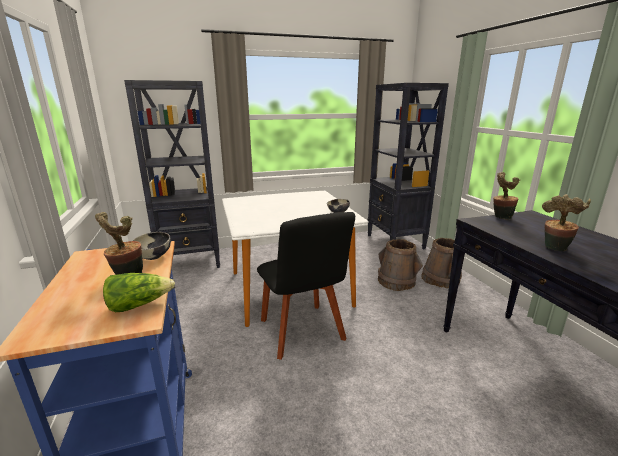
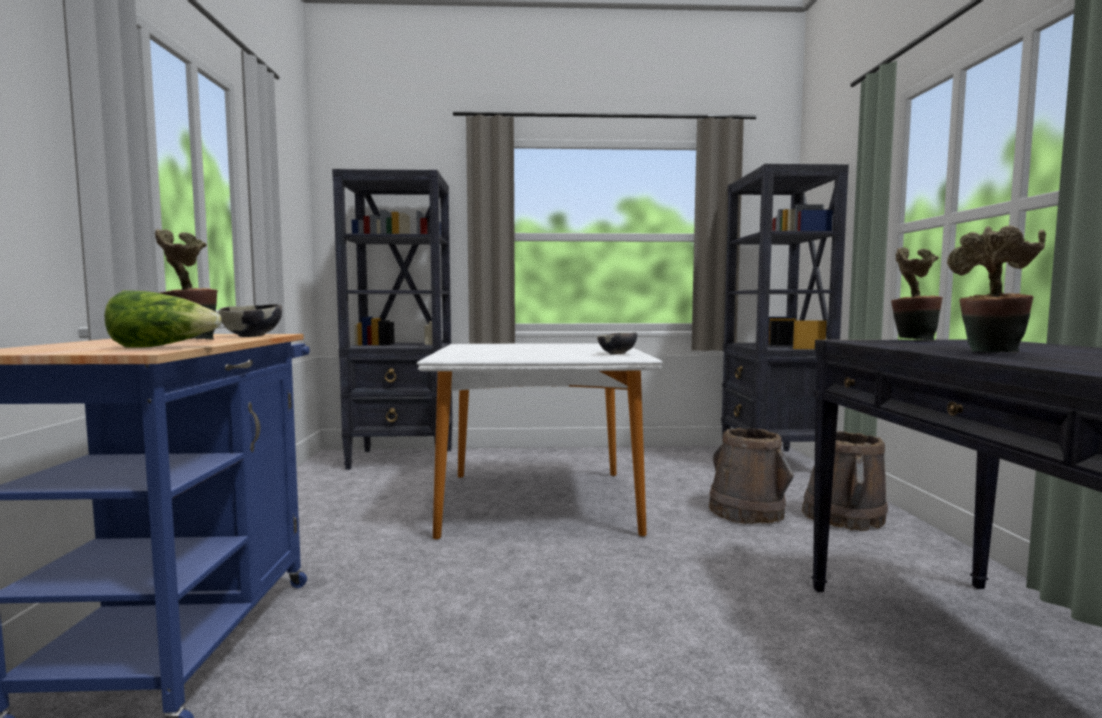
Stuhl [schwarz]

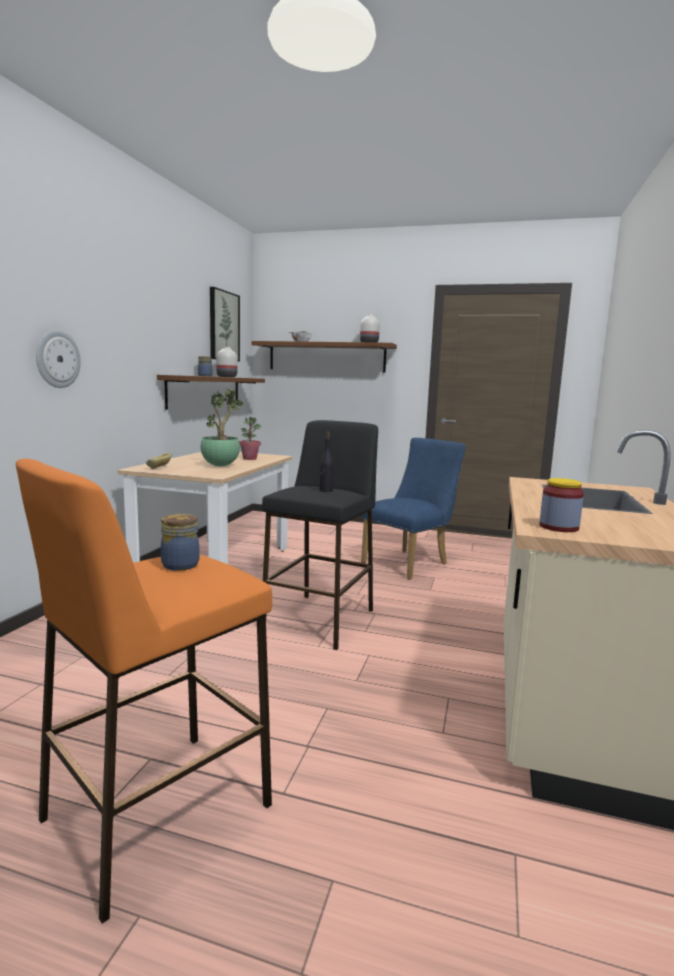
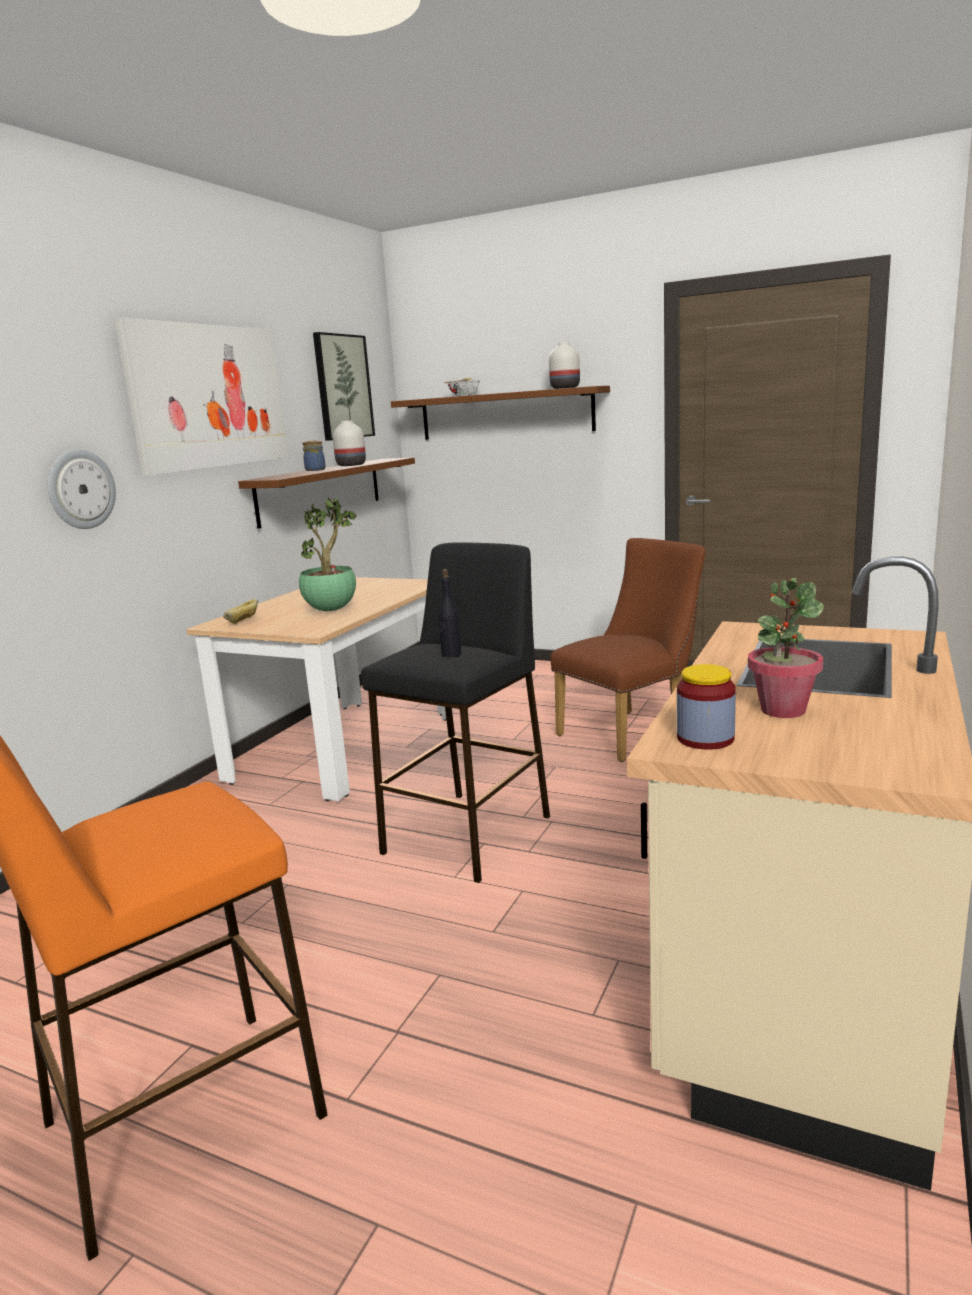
Vorratsglas (no. 1 from left in the first image); Topfpflanze (no. 2 from left); Stuhl [braun]; Bild (no. 1 from left)

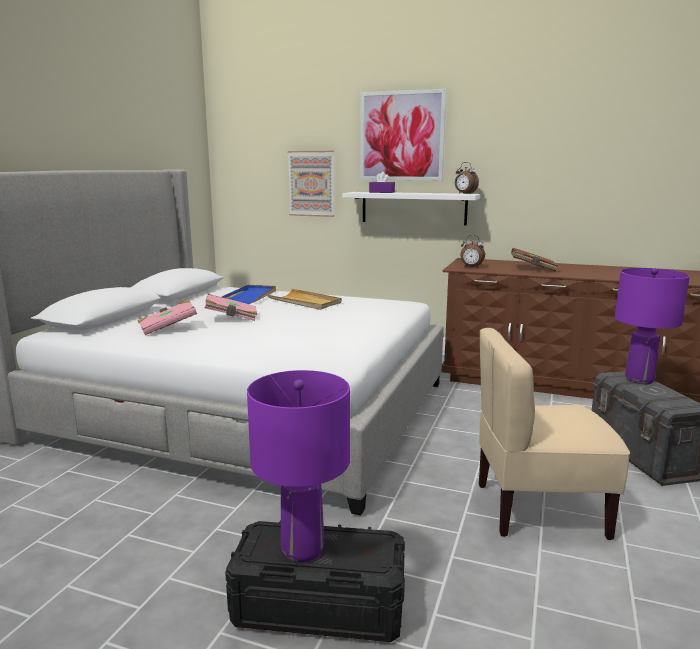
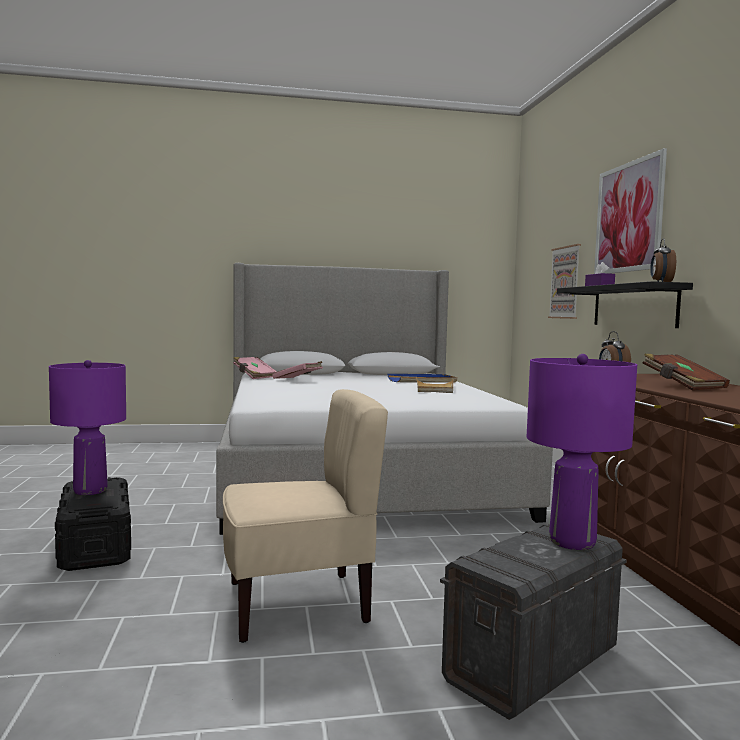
Buch [rosa] (no. 1 from left); Wandregal [schwarz]; Stuhl [beige]

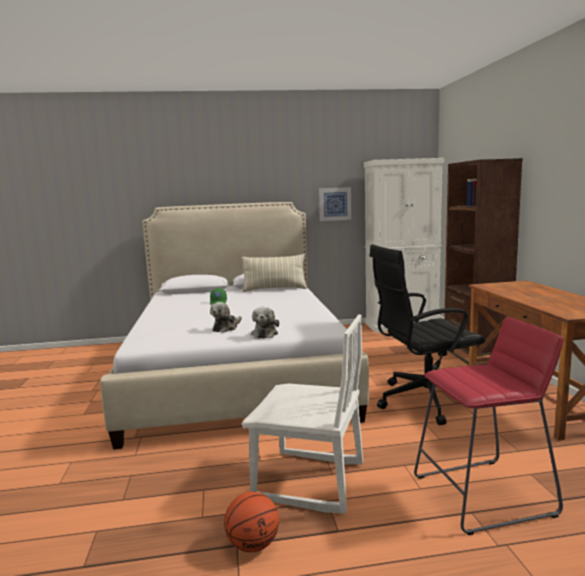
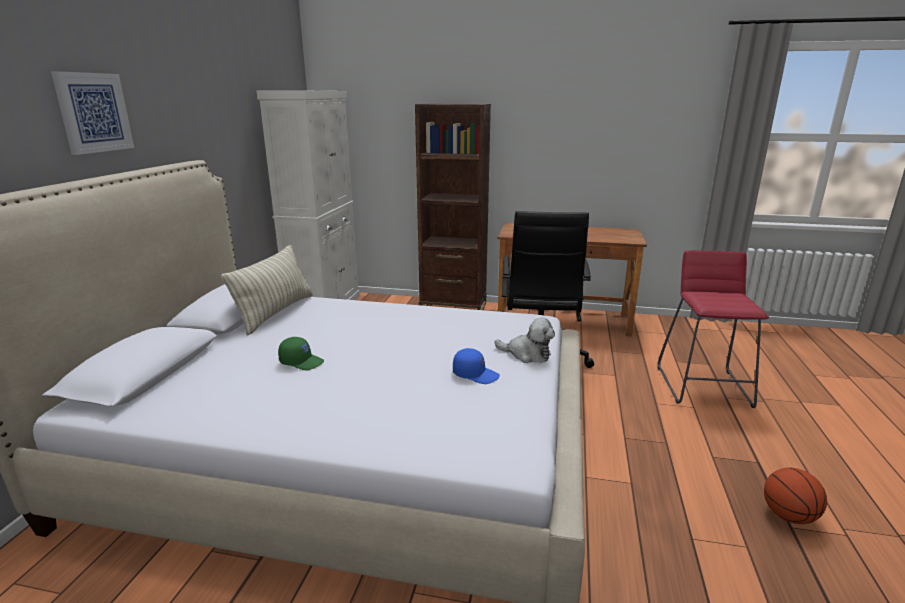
Kappe [blau]; Stuhl [weiß]; Bild

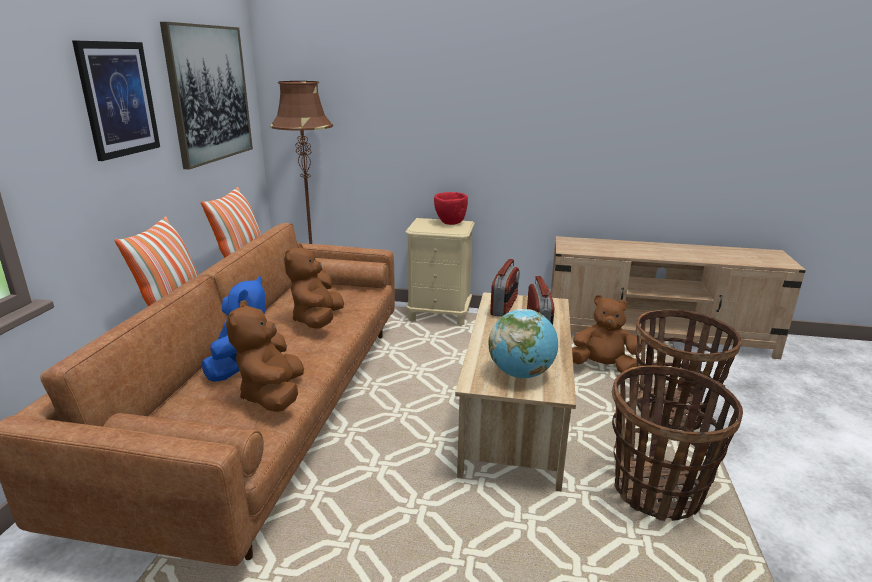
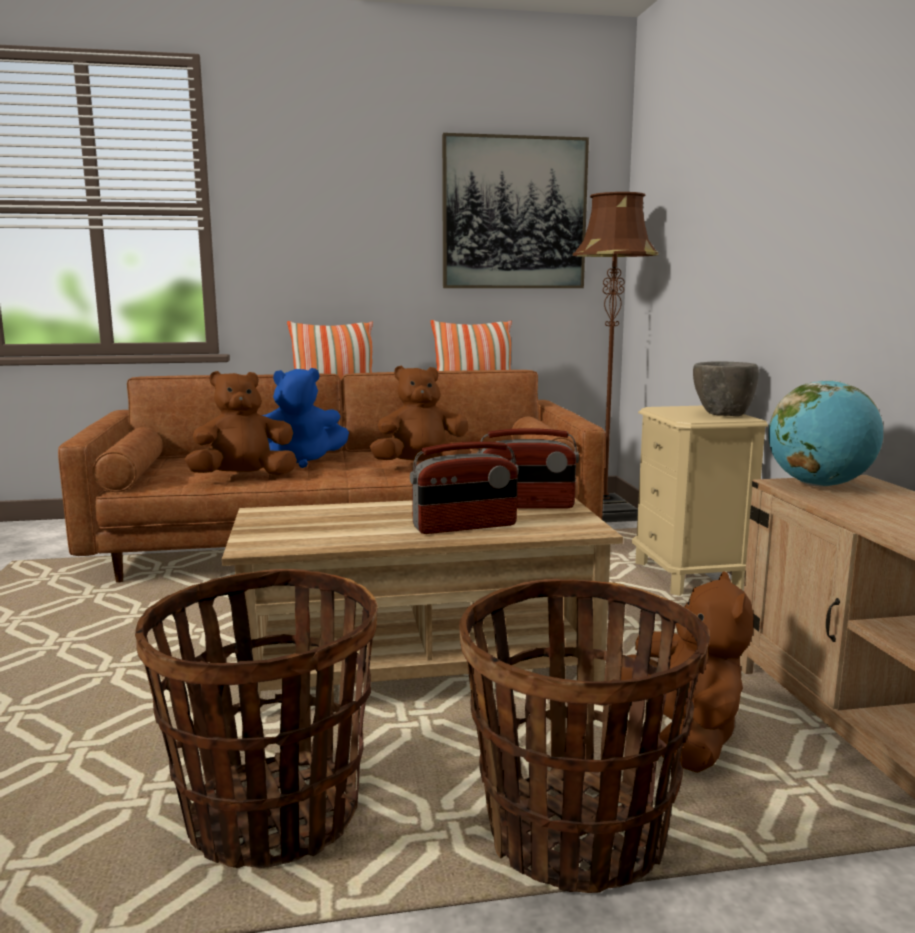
Bild (no. 1 from left in the first image); Schüssel [grau]; Globus

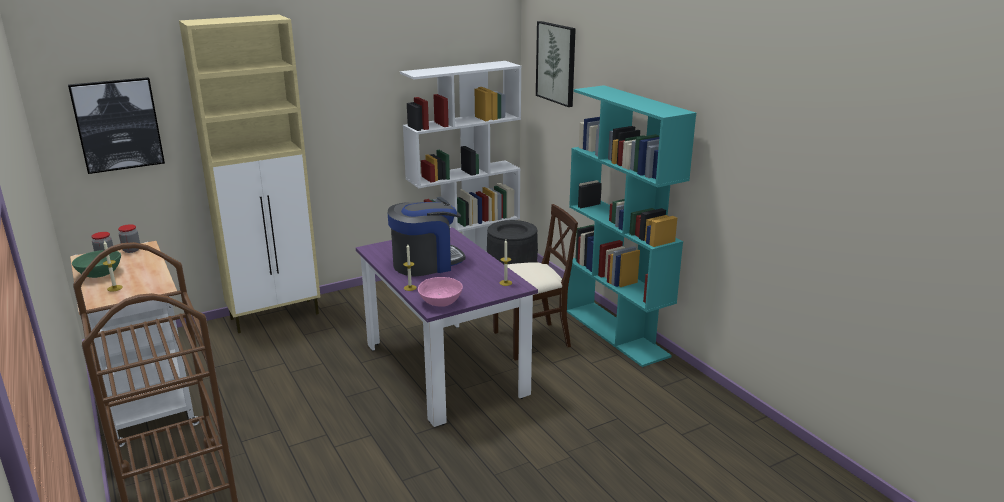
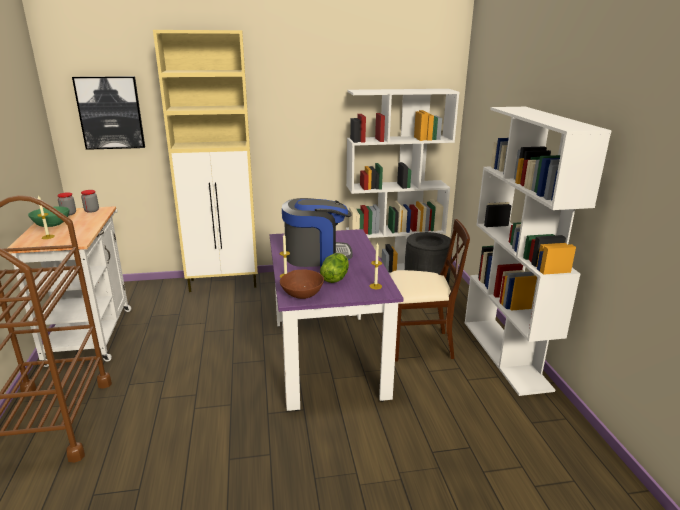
Schüssel [braun]; Bild (no. 2 from left in the first image); Bücherregal [weiß] (no. 2 from left); Salatkopf

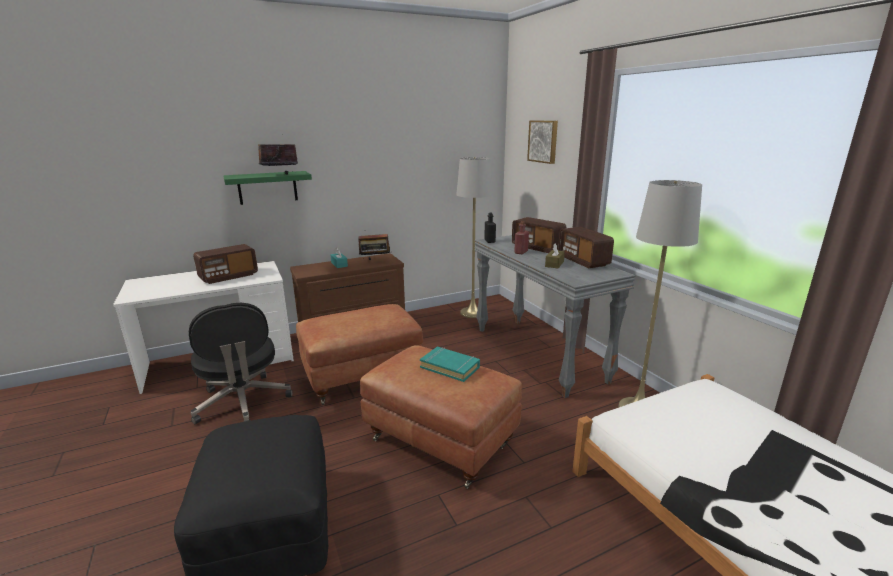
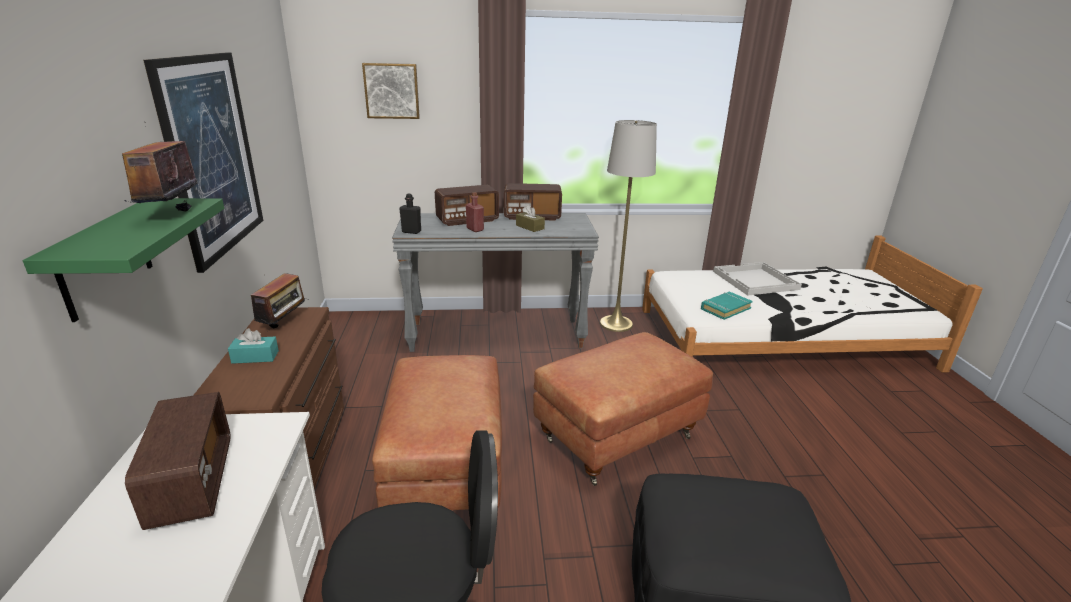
Buch [türkis]; Stehlampe [grau] (no. 1 from left in the first image); Bild (no. 1 from left); Tablett [weiß]

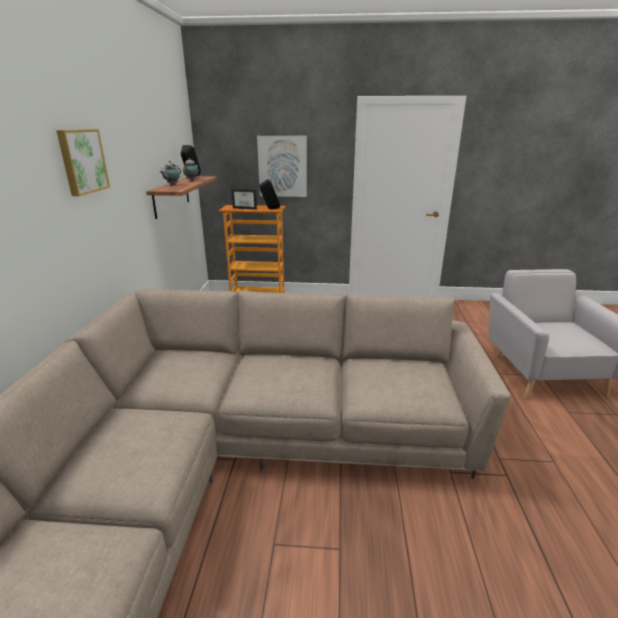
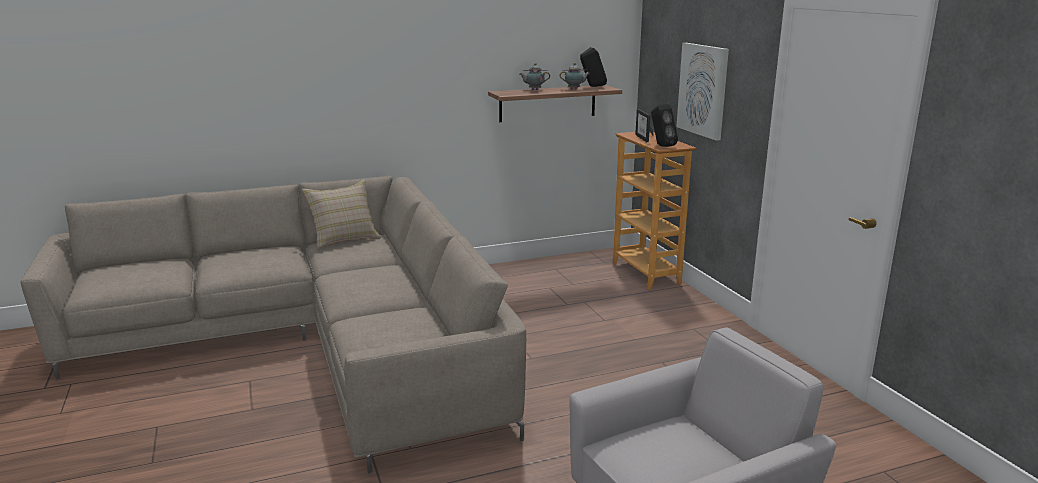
Bild (no. 1 from left in the first image); Kissen [beige]

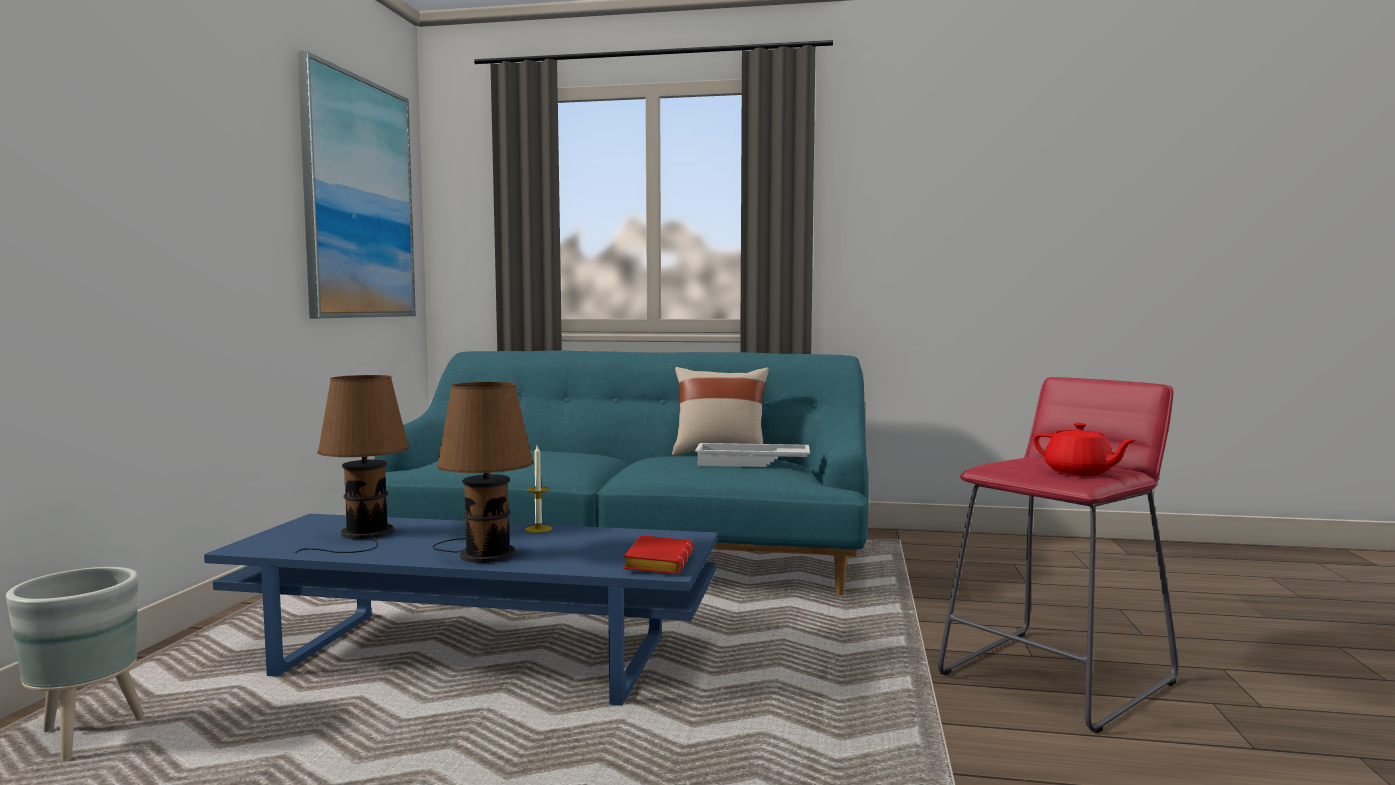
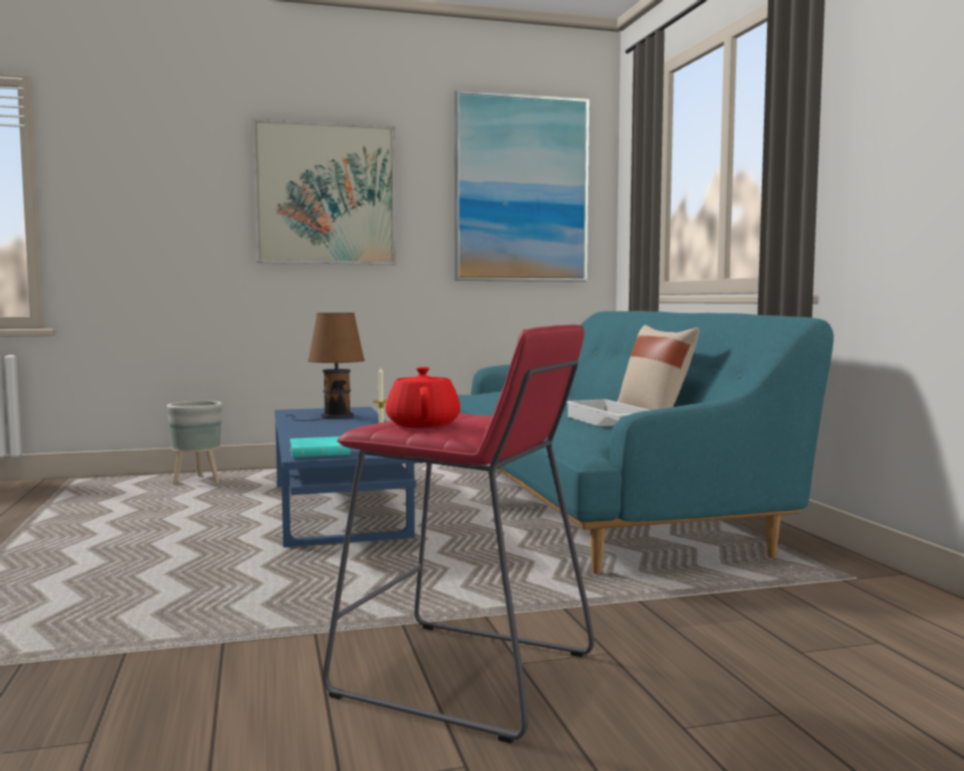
Tischlampe [braun] (no. 2 from left in the first image); Buch [türkis]; Teekanne [rot]; Bild (no. 1 from left)

